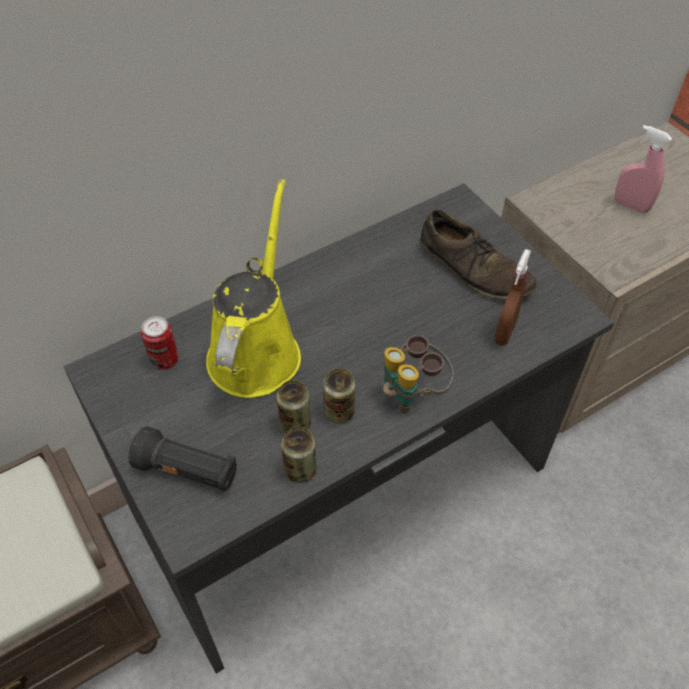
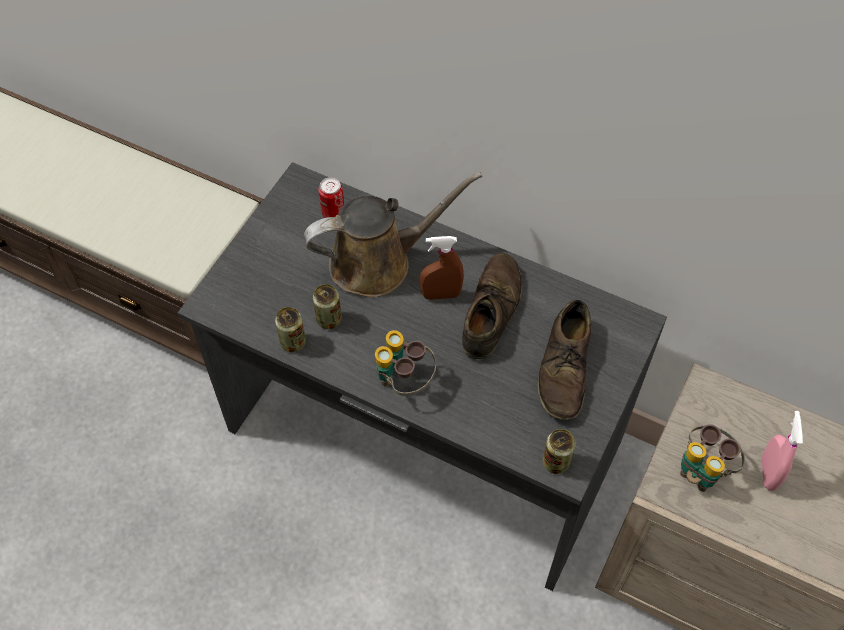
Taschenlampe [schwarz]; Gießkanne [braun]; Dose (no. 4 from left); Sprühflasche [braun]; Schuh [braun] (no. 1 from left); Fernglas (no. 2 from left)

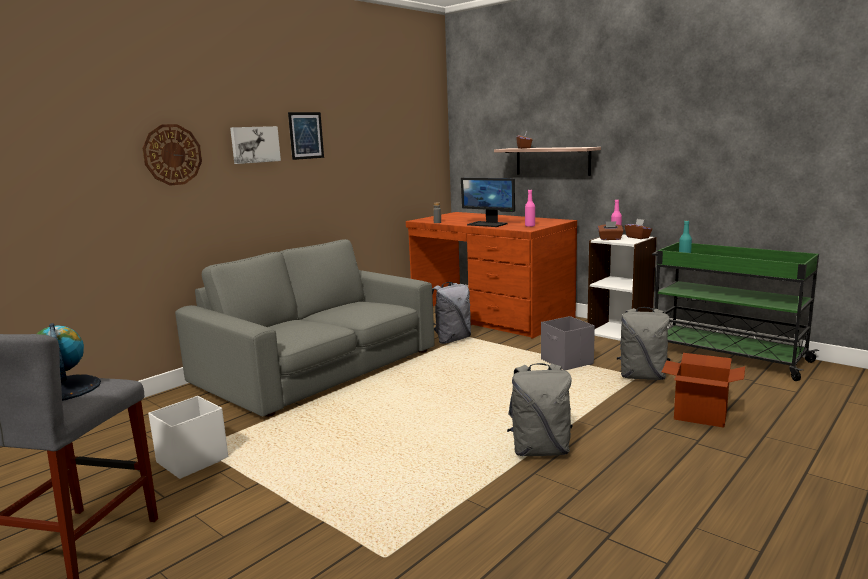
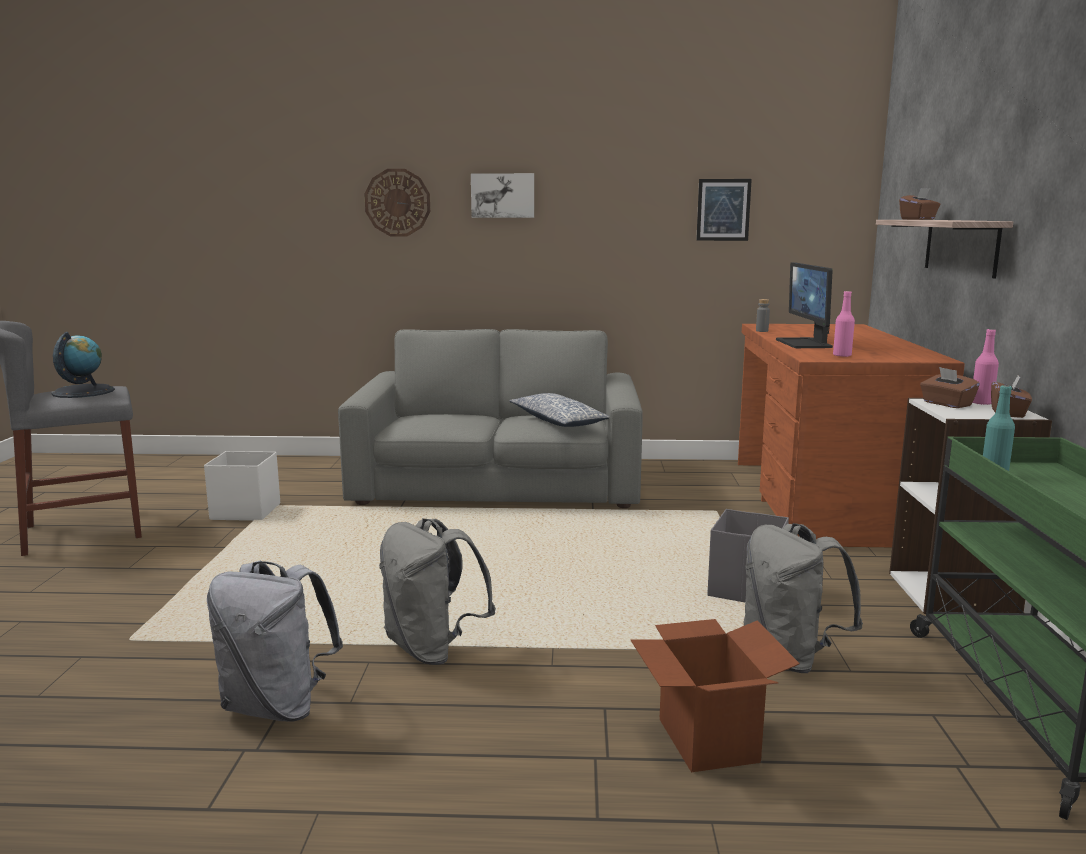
Bild (no. 2 from left); Rucksack [grau] (no. 1 from left); Kissen

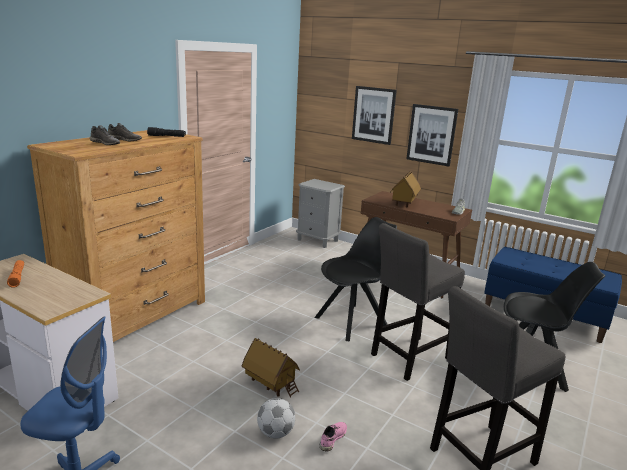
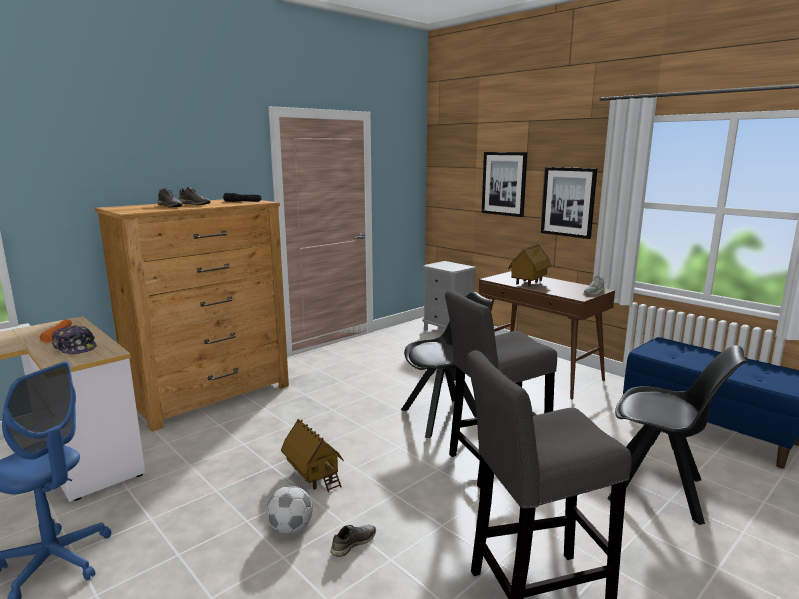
Schuh [grau] (no. 3 from left); Kappe

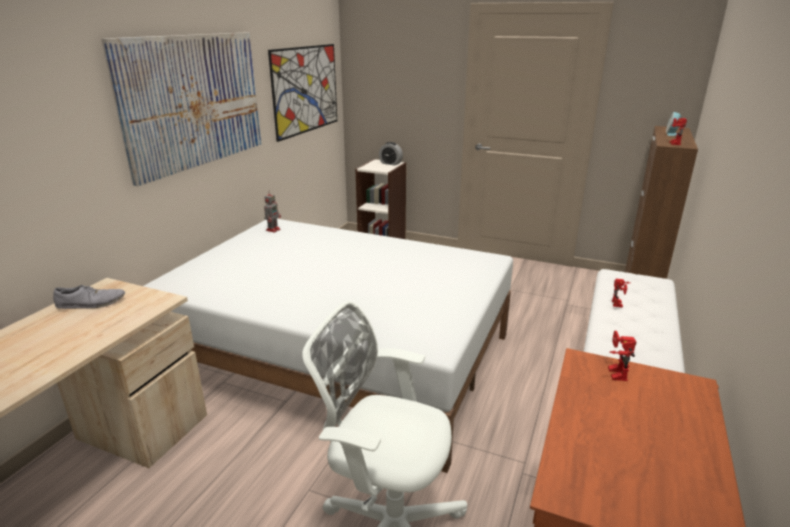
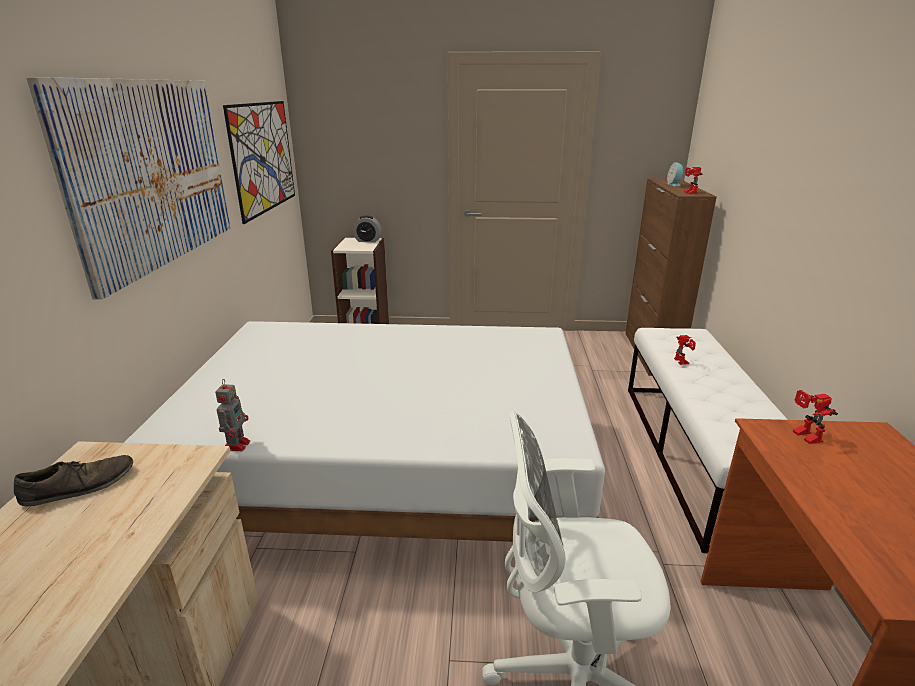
Schuh [braun]; Spielzeugroboter (no. 1 from left)

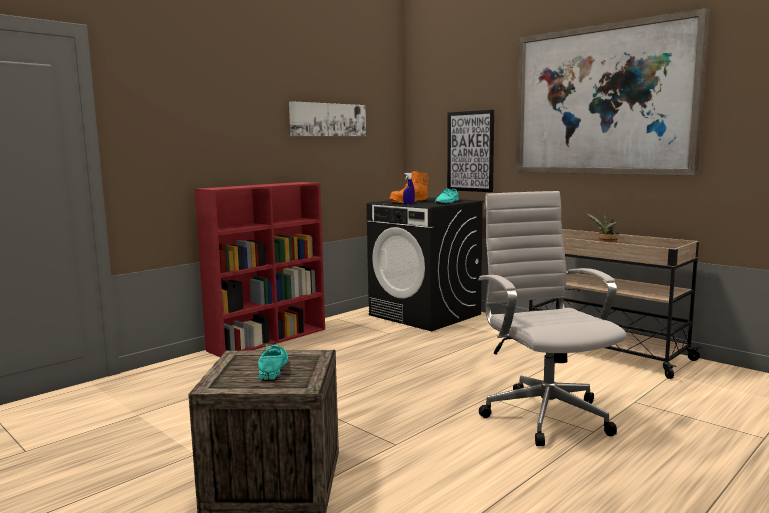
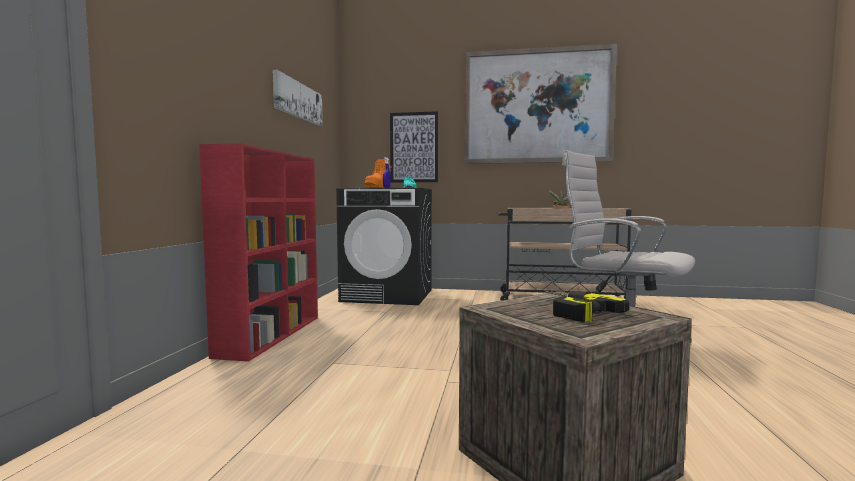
Bohrmaschine

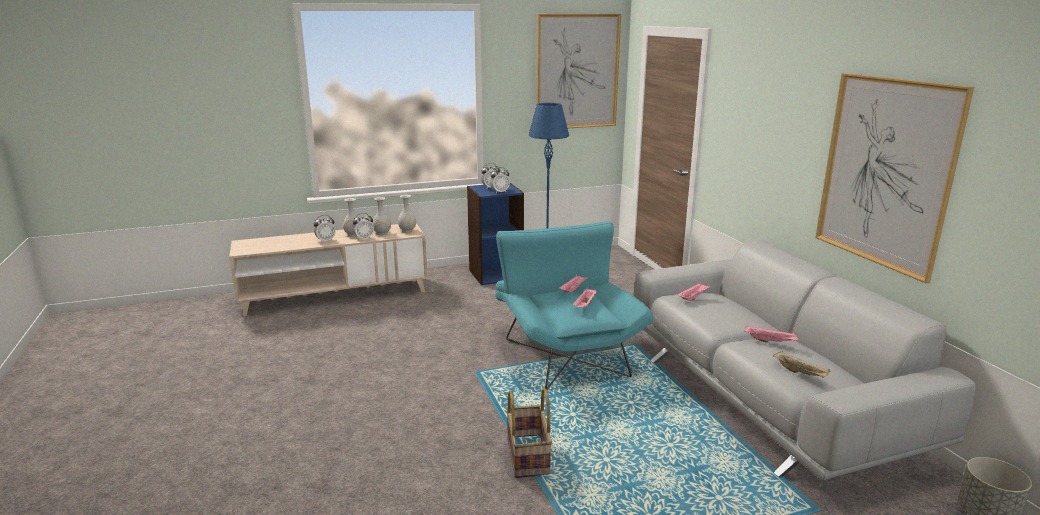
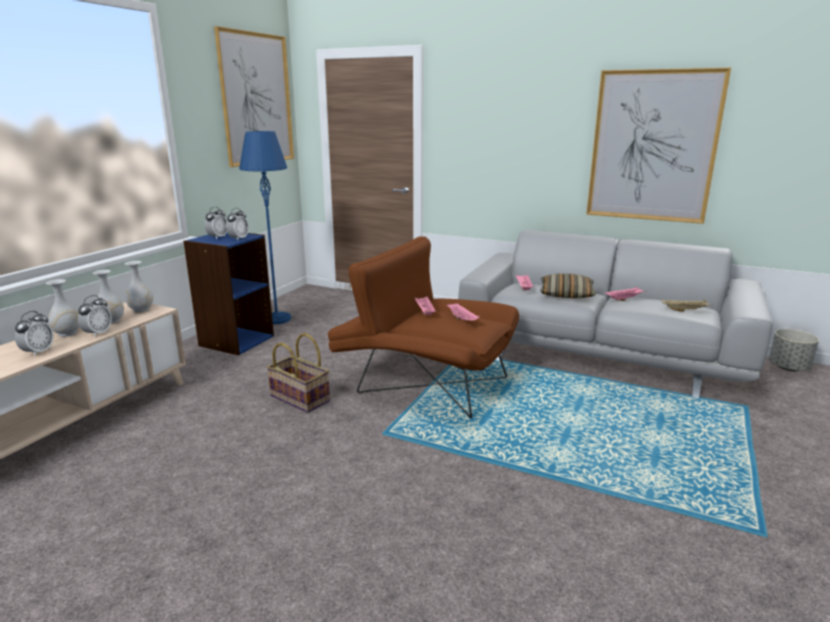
Sessel [braun]; Korb; Kissen

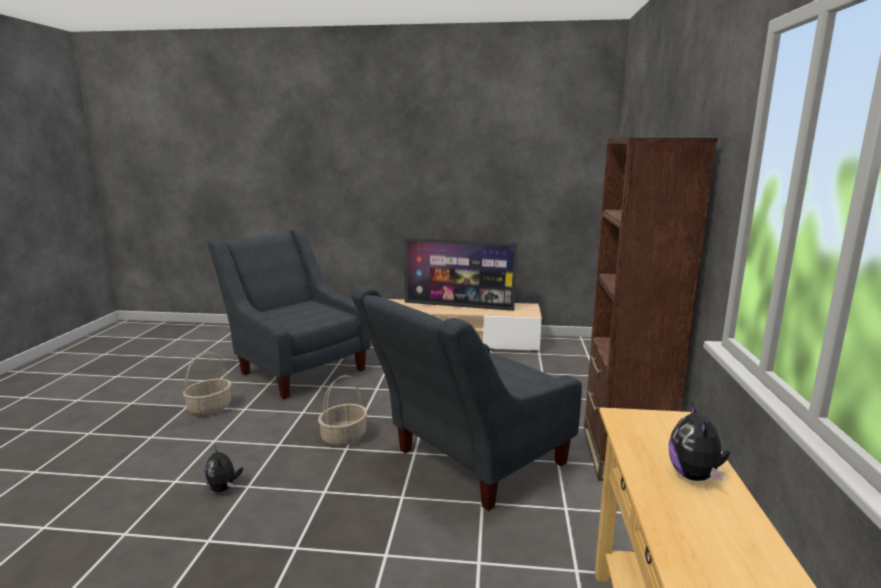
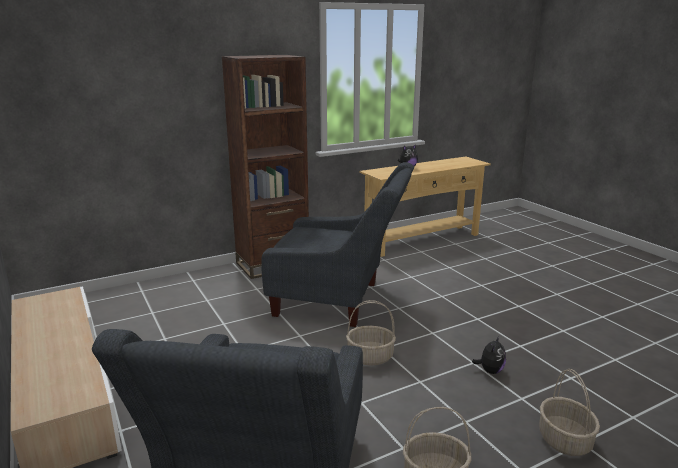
Fernseher; Korb (no. 3 from left)

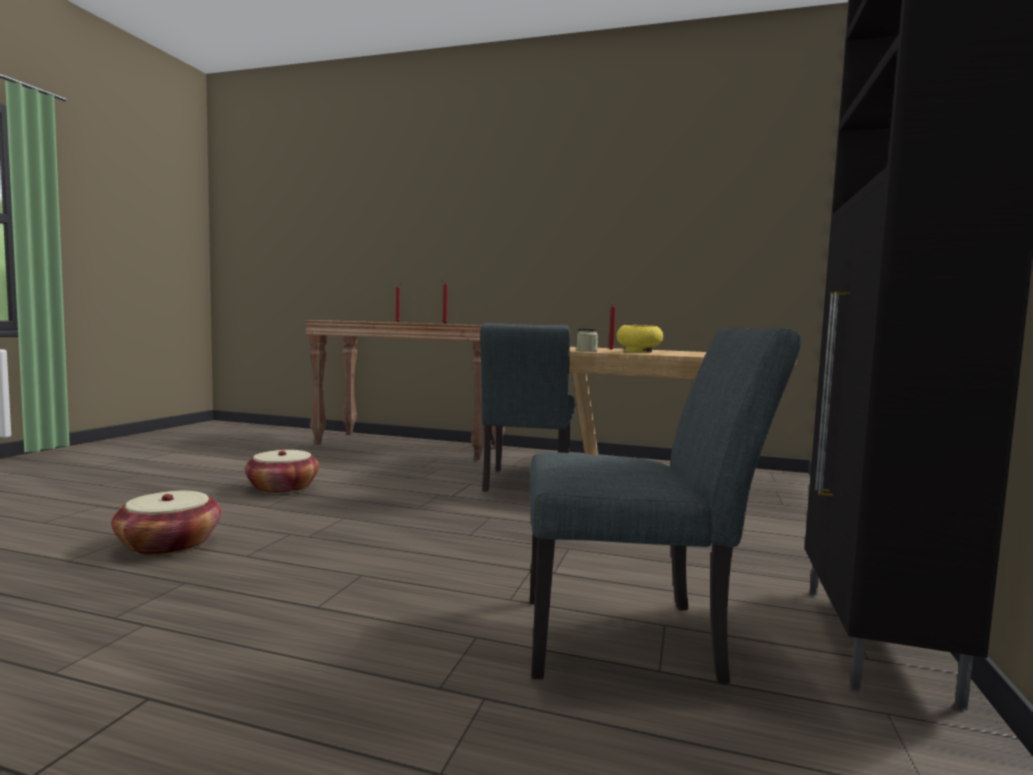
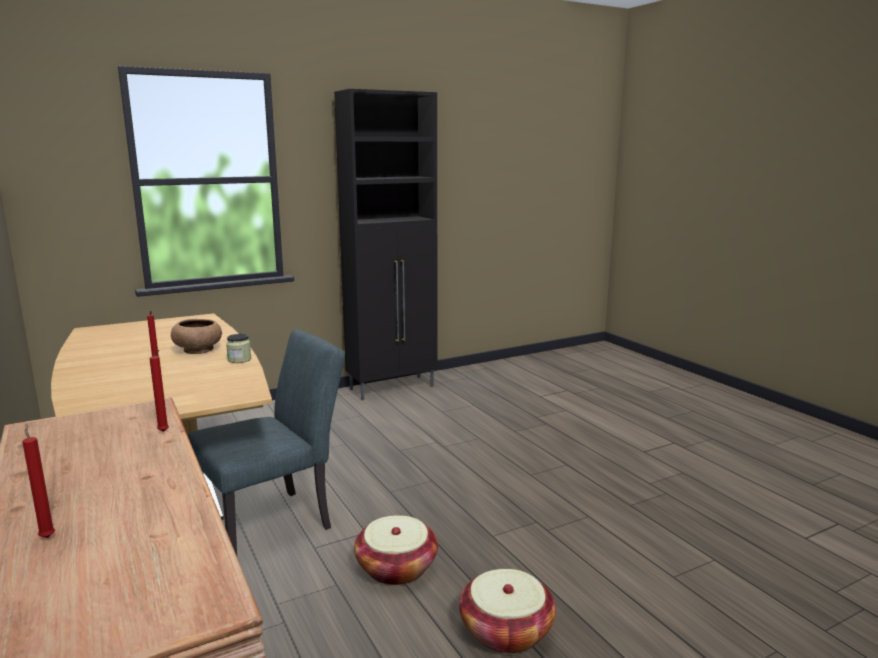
Korb (no. 1 from left); Stuhl [grau] (no. 2 from left in the first image); Schüssel [braun]

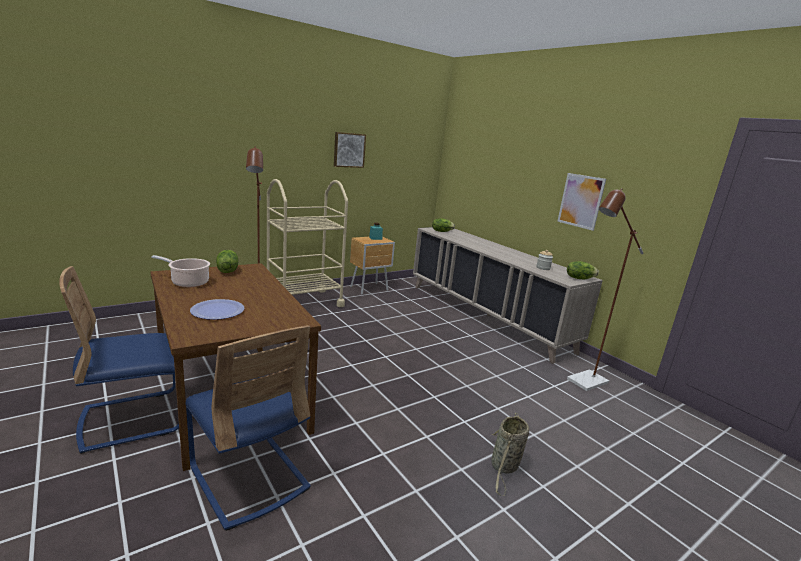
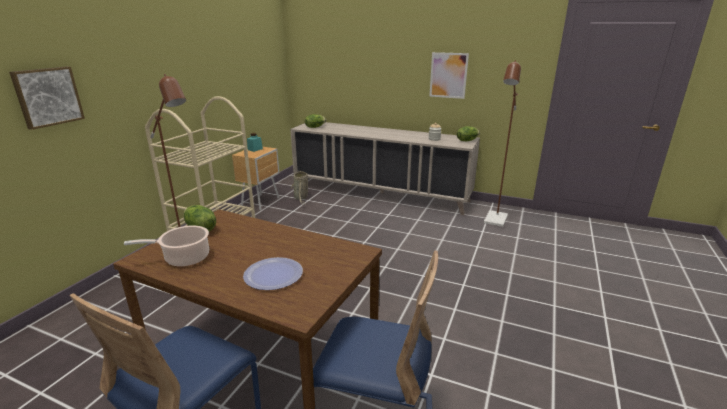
Bild (no. 1 from left); Korb

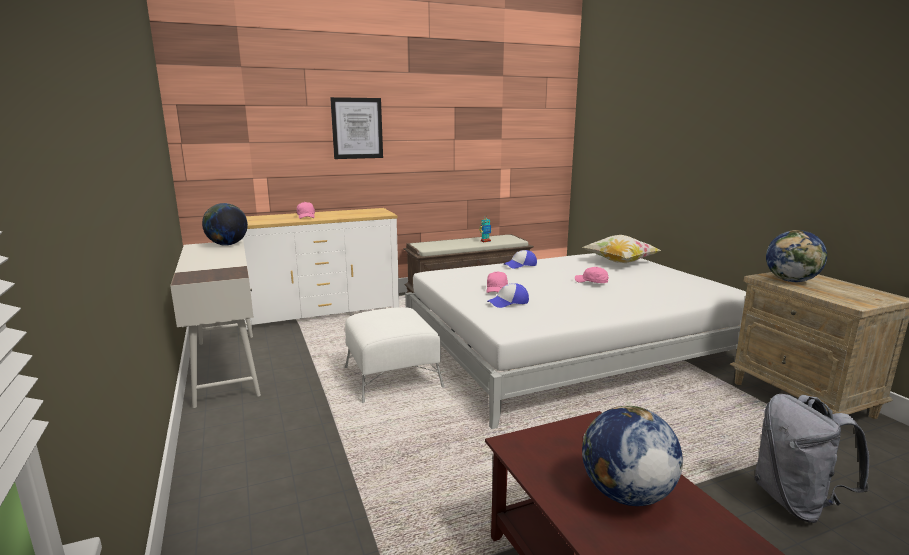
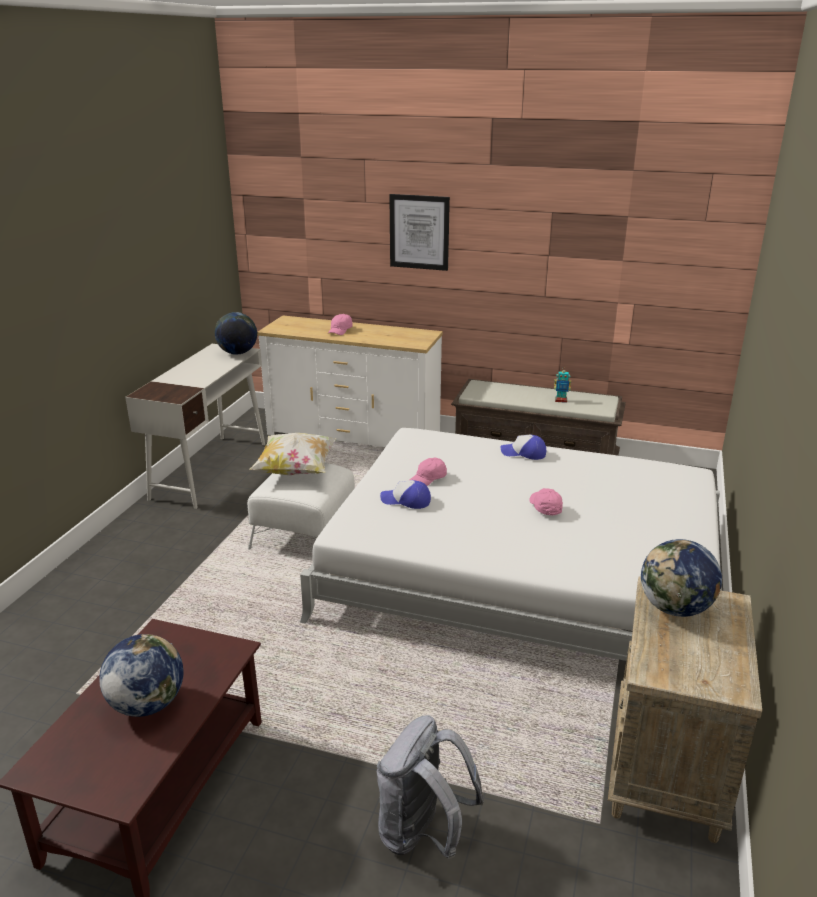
Kissen

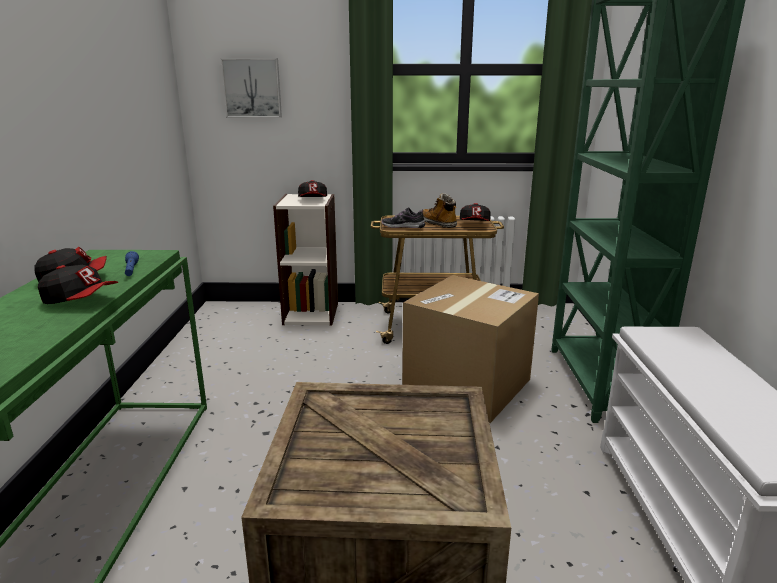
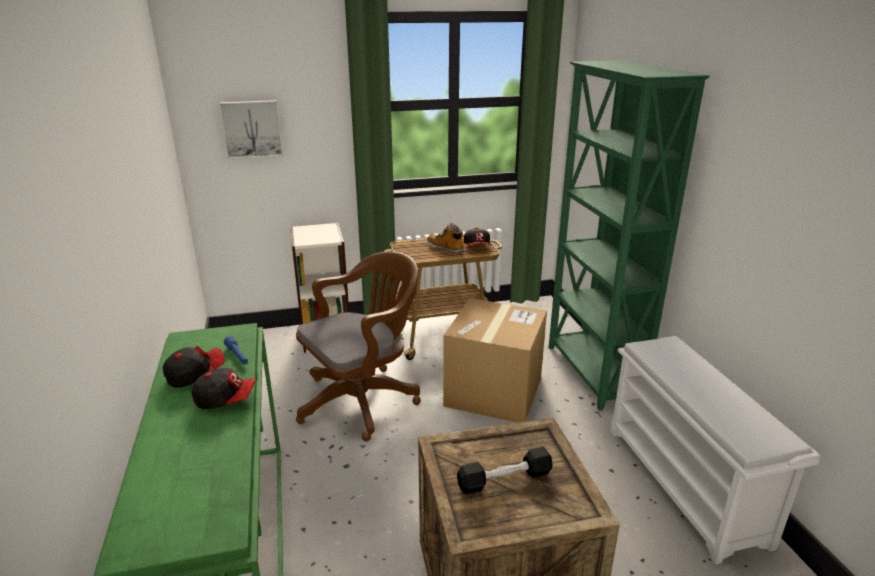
Kappe (no. 3 from left in the first image); Schuh; Bürostuhl [braun]; Hantel [schwarz]

